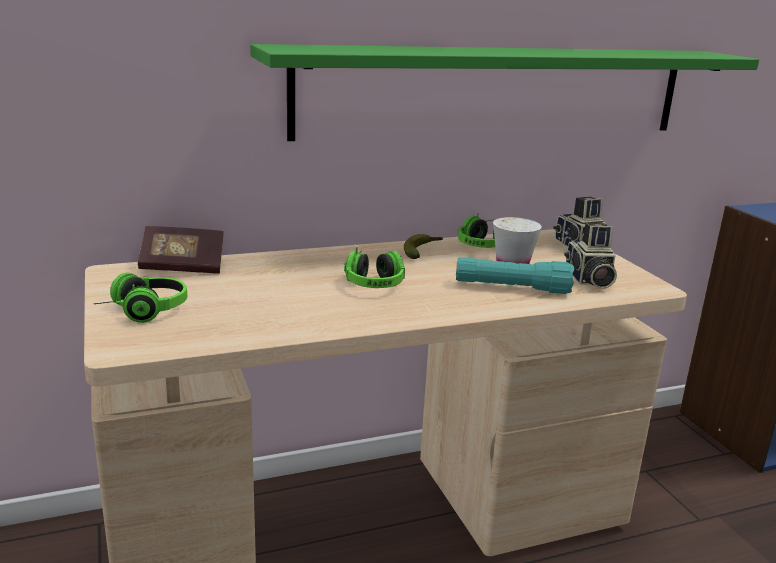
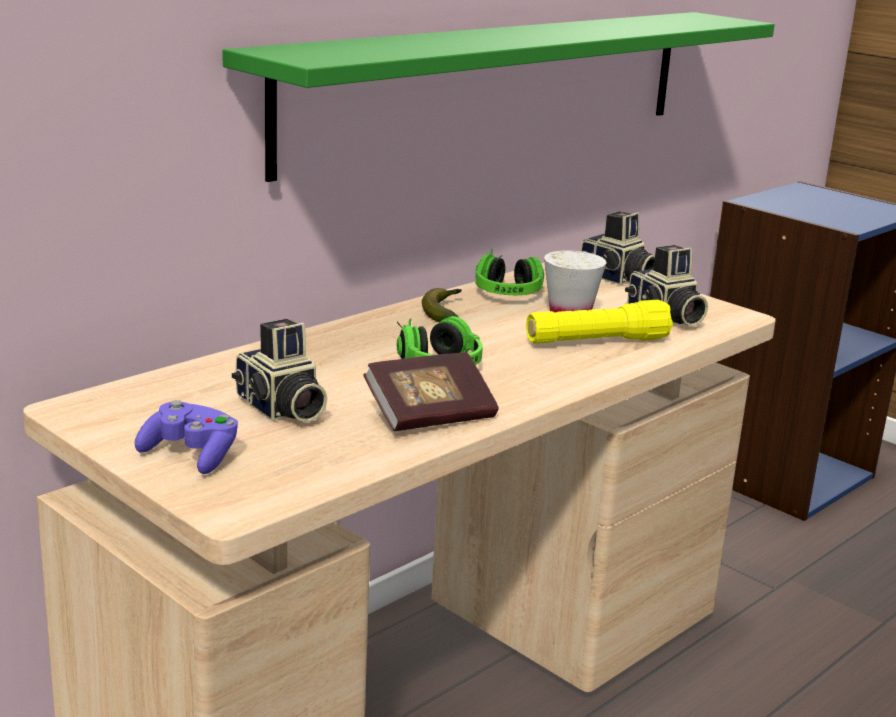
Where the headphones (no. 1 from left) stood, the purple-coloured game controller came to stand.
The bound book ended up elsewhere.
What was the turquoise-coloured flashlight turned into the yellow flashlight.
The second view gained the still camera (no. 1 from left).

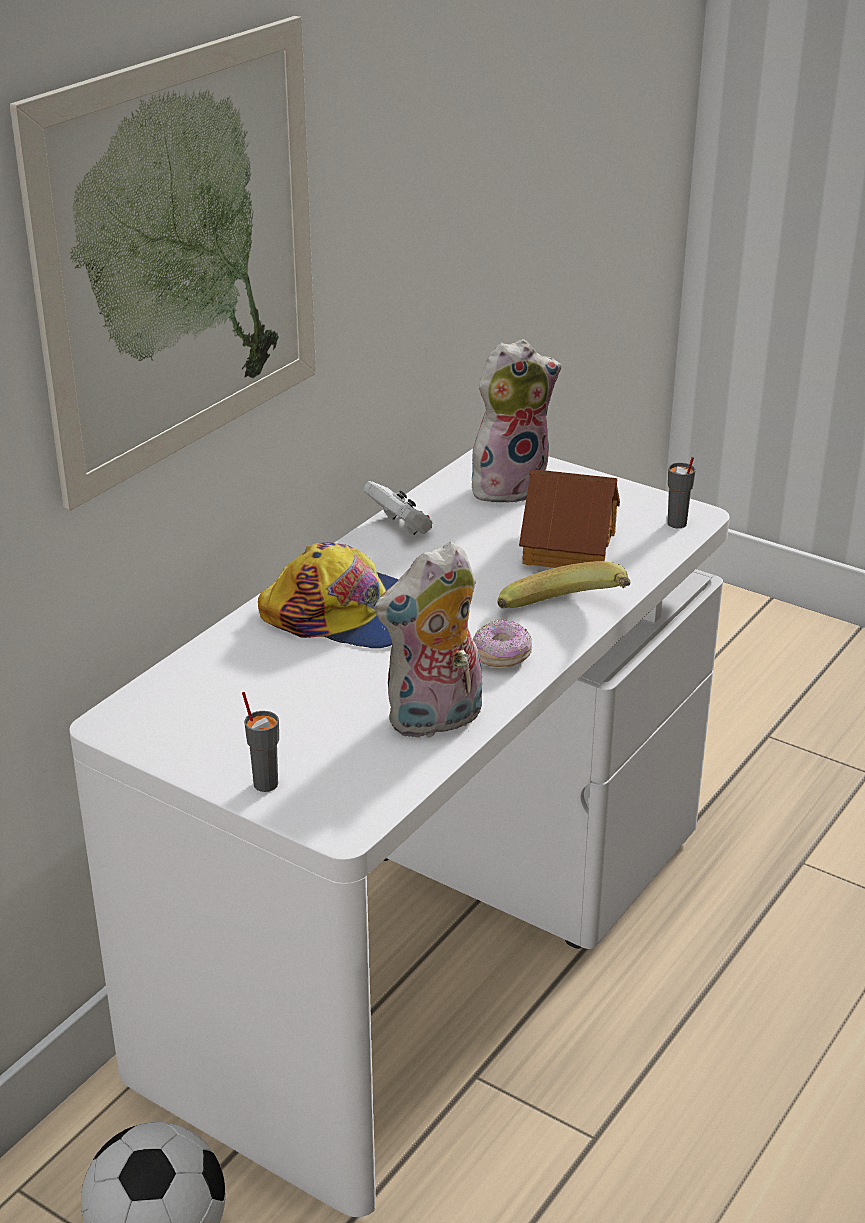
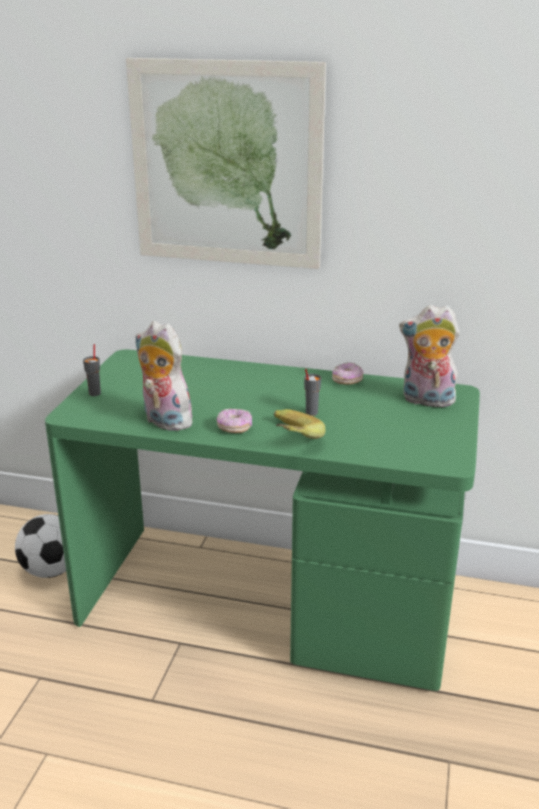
What was the white desk turned into the green-coloured desk.
The second view lost the baseball cap.
Where the white game controller stood, the ring doughnut (no. 2 from left) came to stand.
The cuddly toy (no. 2 from left) ended up facing another way, 150 degrees clockwise from before.
The second view lost the toy house.
The grey small cup (no. 2 from left) ended up elsewhere.

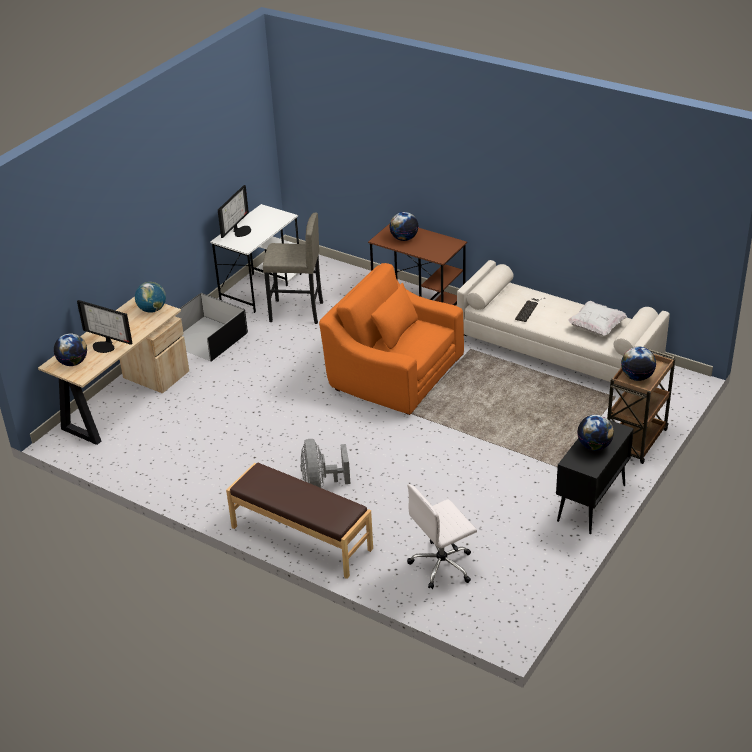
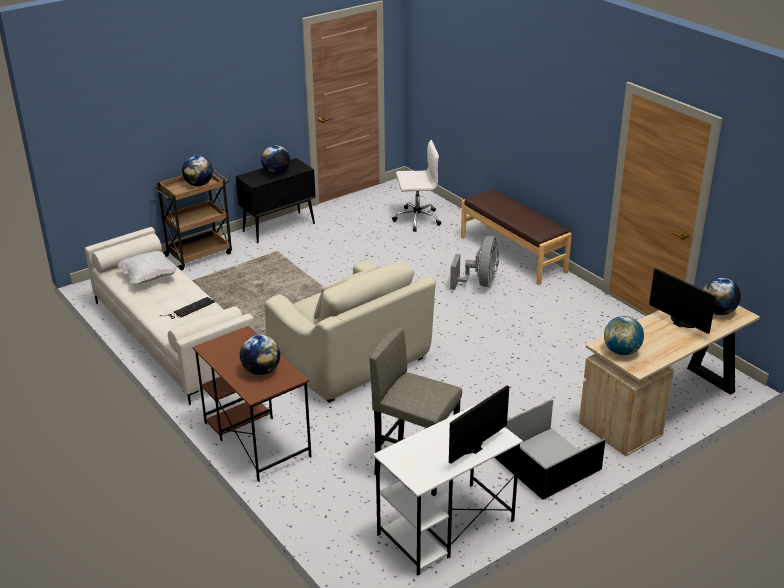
What was the orangey armchair turned into the beige armchair.

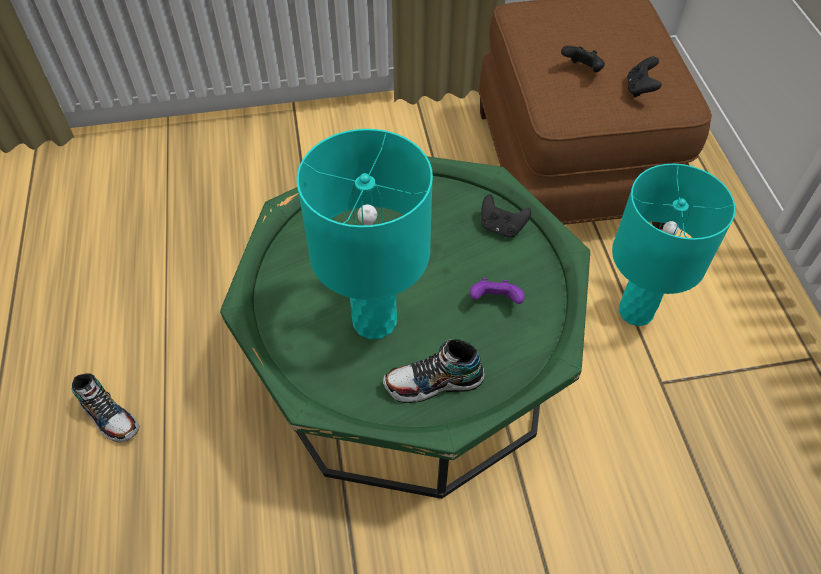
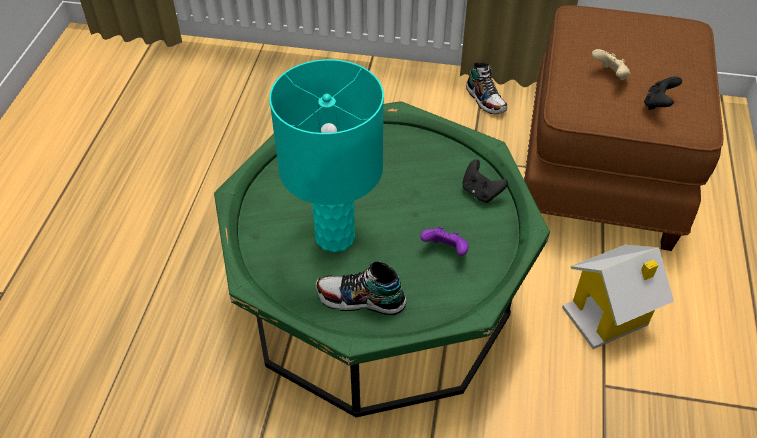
The low shoe (no. 1 from left in the first image) ended up elsewhere.
What was the black game controller (no. 2 from left) turned into the beige game controller.
Where the turquoise-coloured tabletop lamp (no. 2 from left) stood, the toy house came to stand.

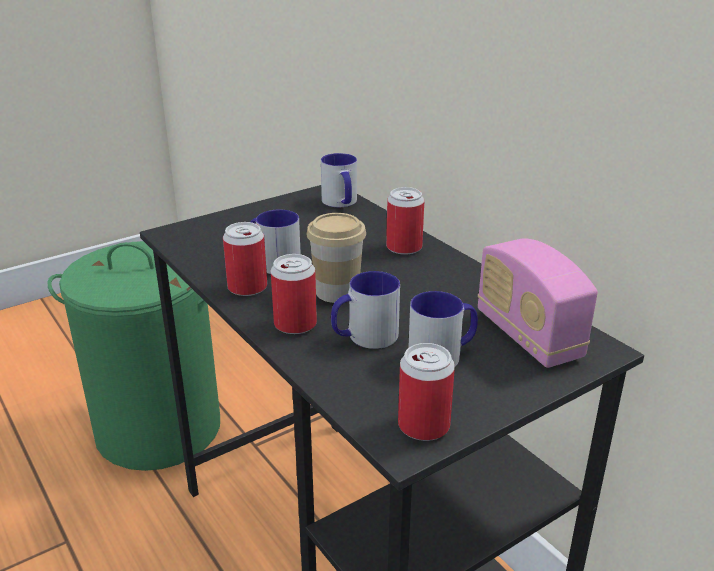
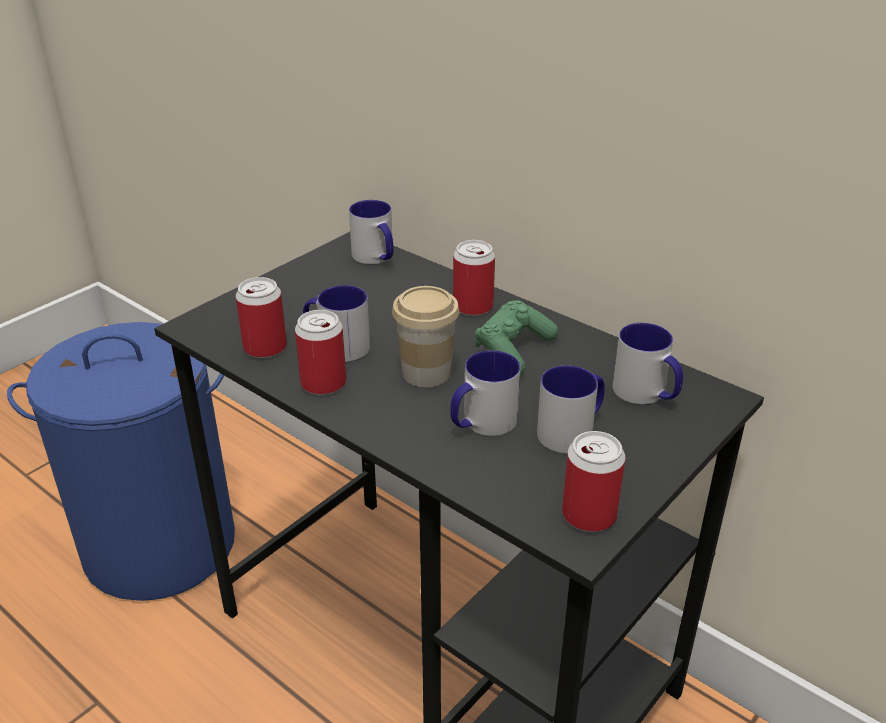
What was the green-coloured washing basket turned into the blue-coloured washing basket.
The can (no. 2 from left in the first image) ended up elsewhere.
Where the radio set stood, the mug (no. 5 from left) came to stand.
The second view gained the green-coloured game controller.

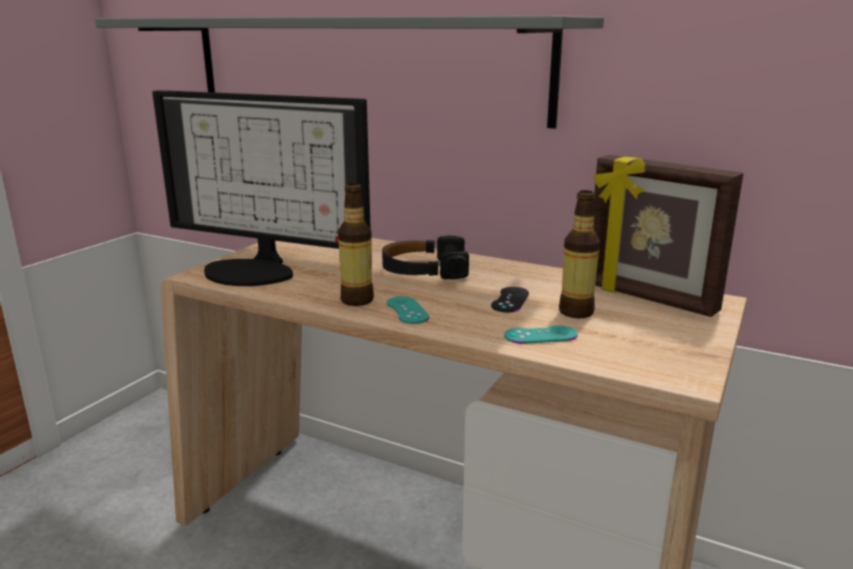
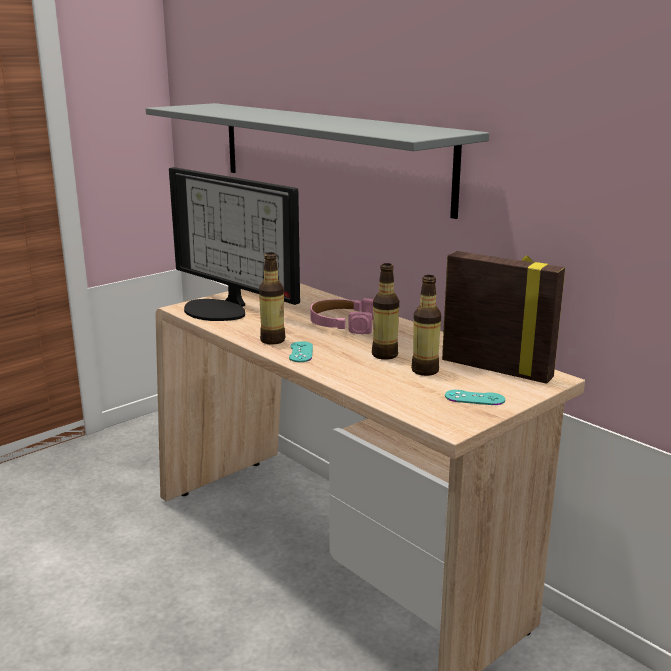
What was the black headphones turned into the pinkish headphones.
Where the black game controller stood, the drink bottle (no. 2 from left) came to stand.
The turquoise-coloured game controller (no. 2 from left) ended up elsewhere.
The photo frame ended up facing another way, 150 degrees clockwise from before.

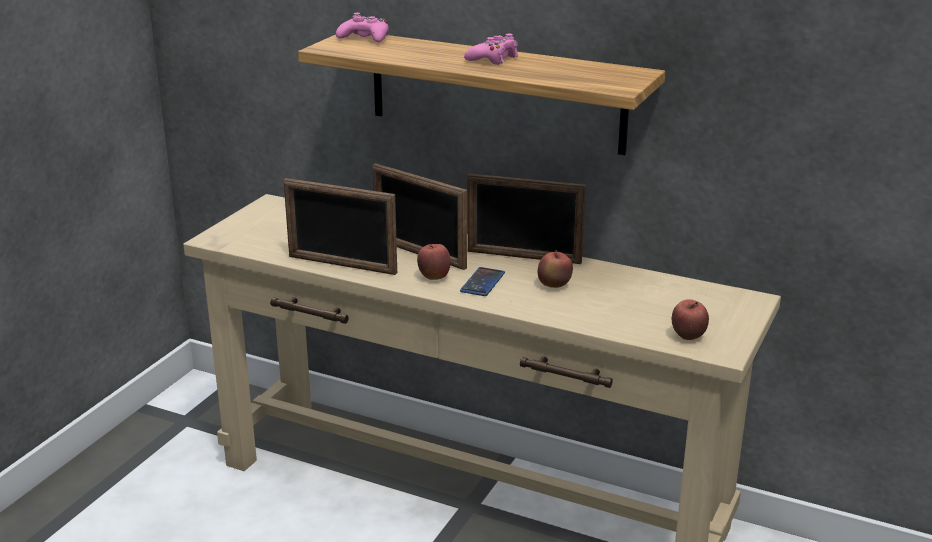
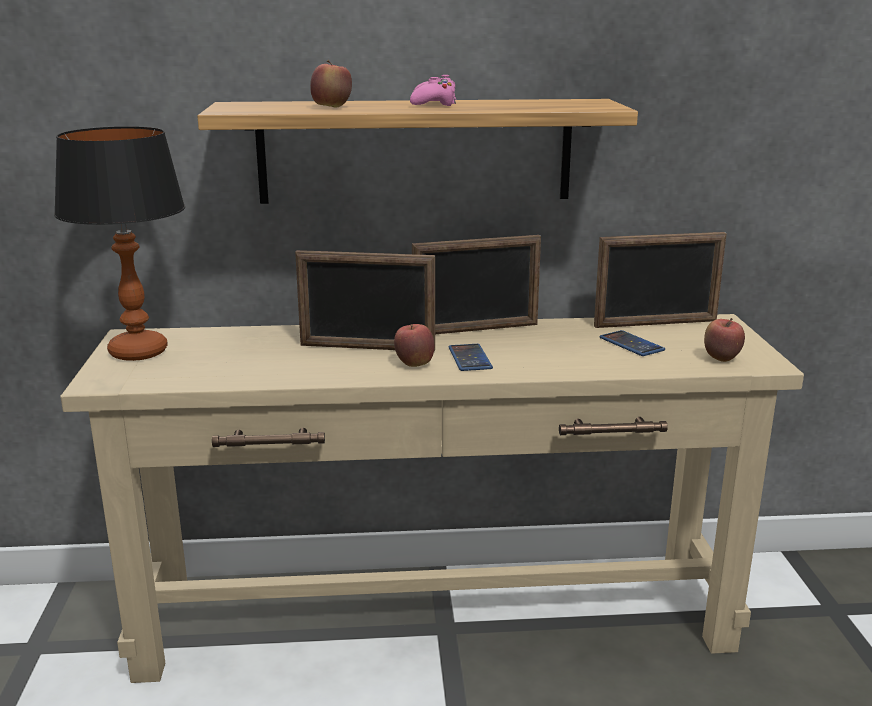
The photo frame (no. 1 from left in the first image) ended up elsewhere.
The second view lost the pinkish game controller (no. 1 from left).
The apple fruit (no. 2 from left in the first image) ended up elsewhere.
The second view gained the tabletop lamp.
The second view gained the telephone (no. 2 from left).

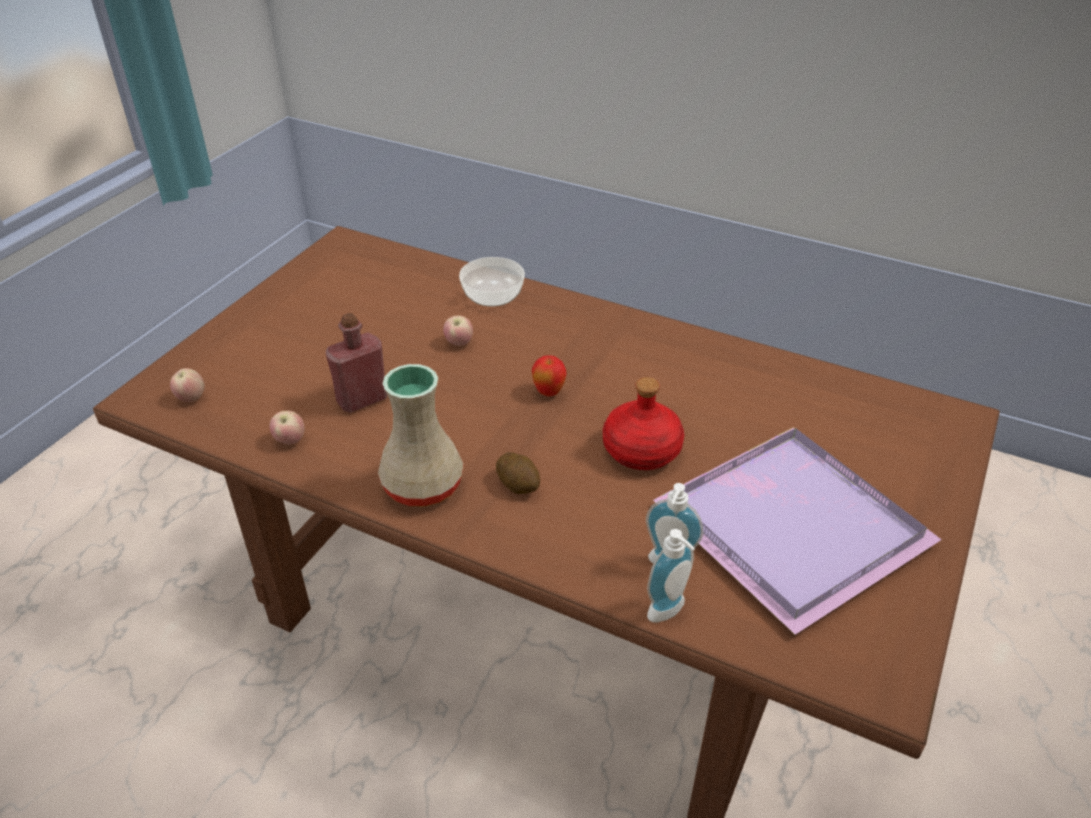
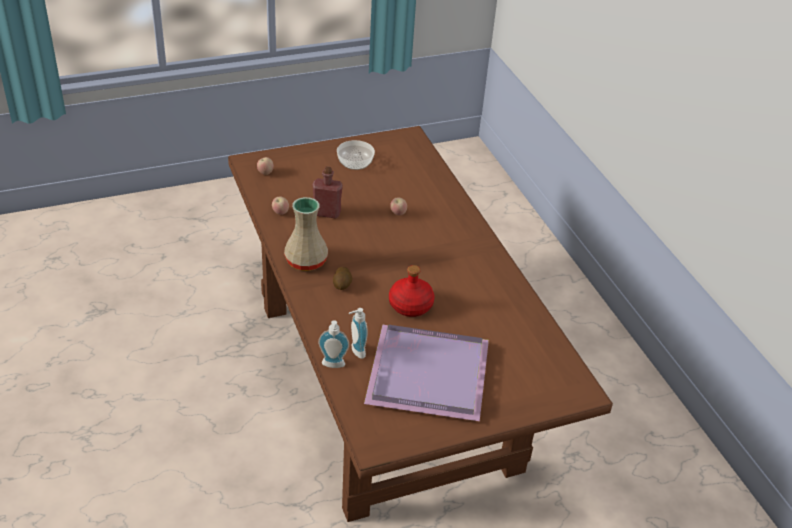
The deep dish ended up elsewhere.
The second view lost the apple fruit (no. 4 from left).

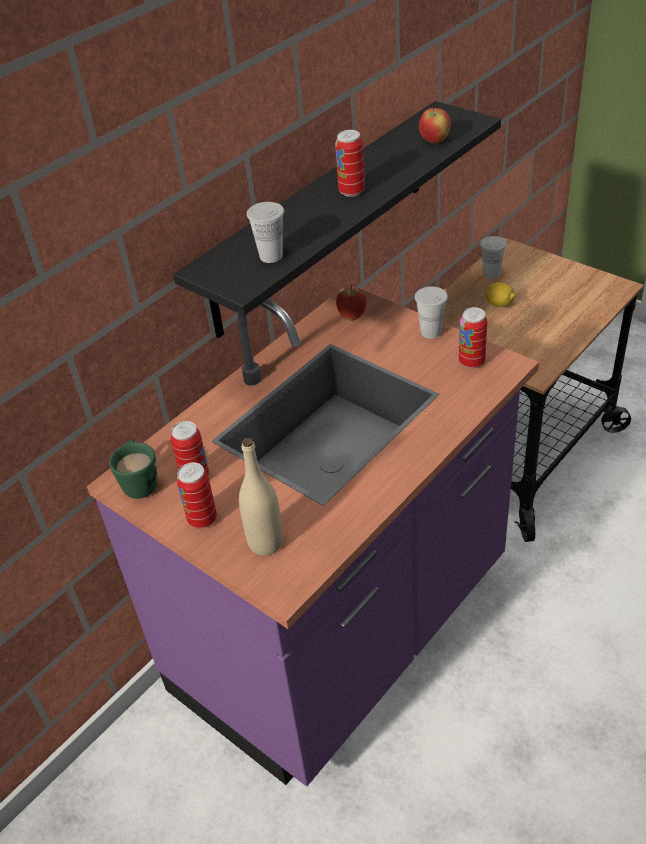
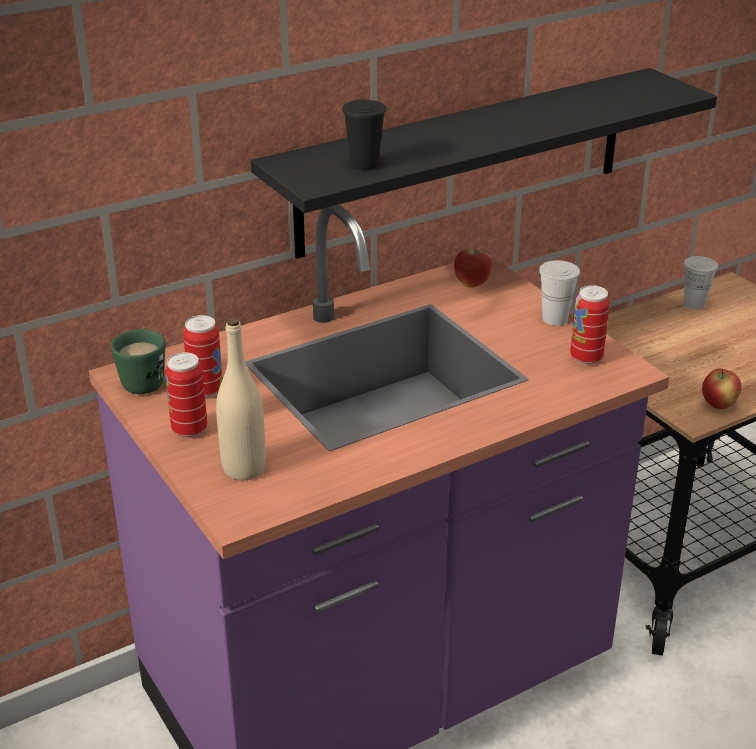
What was the white small cup (no. 1 from left) turned into the black small cup.
The second view lost the can (no. 3 from left).
The apple fruit (no. 2 from left) ended up elsewhere.
The second view lost the lemon.

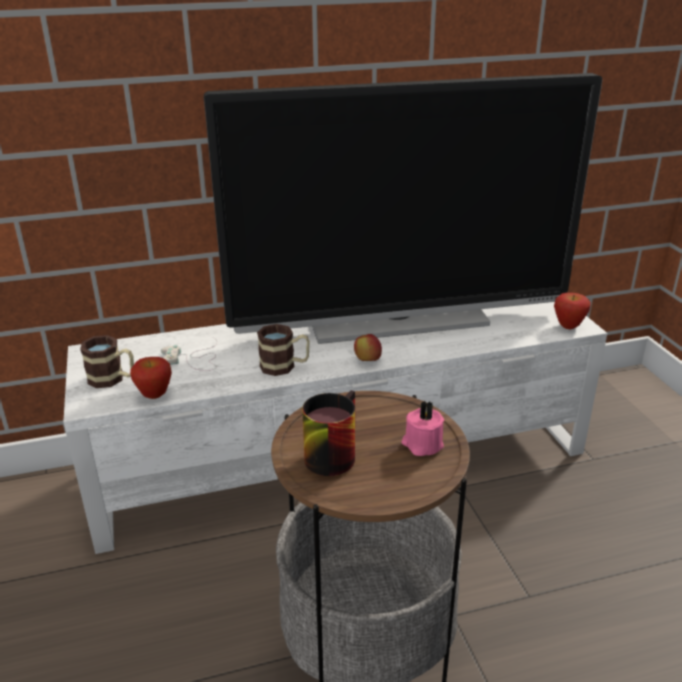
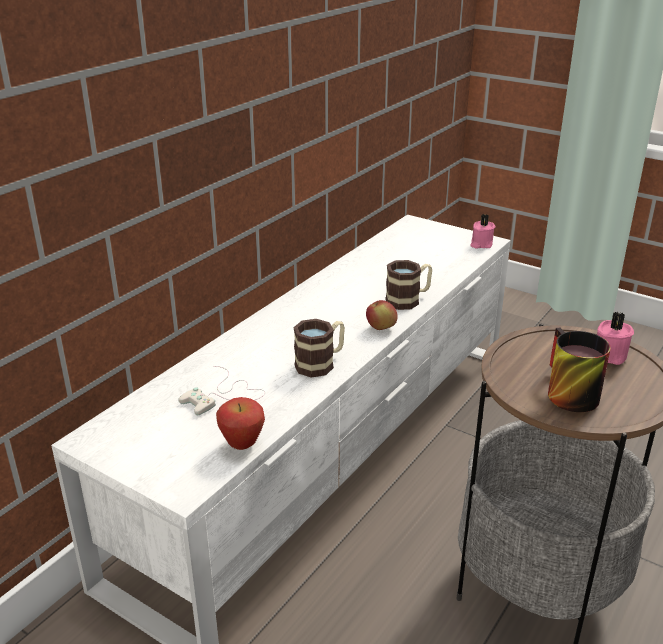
The mug (no. 1 from left in the first image) ended up elsewhere.
The second view lost the TV set.
Where the apple fruit (no. 3 from left) stood, the pinkish candle (no. 1 from left) came to stand.

